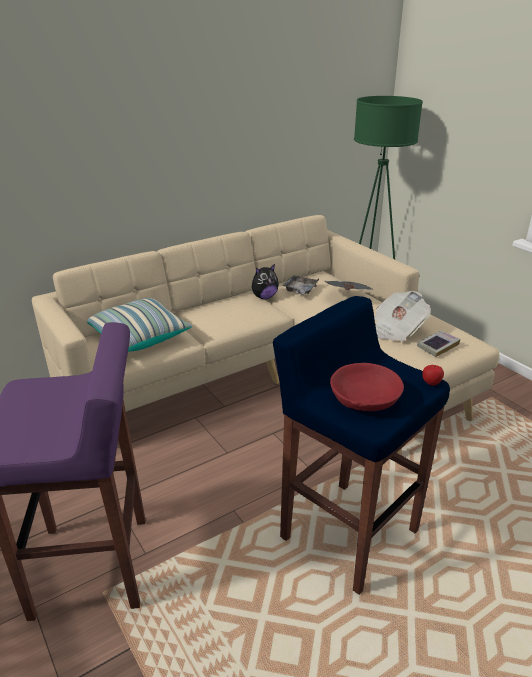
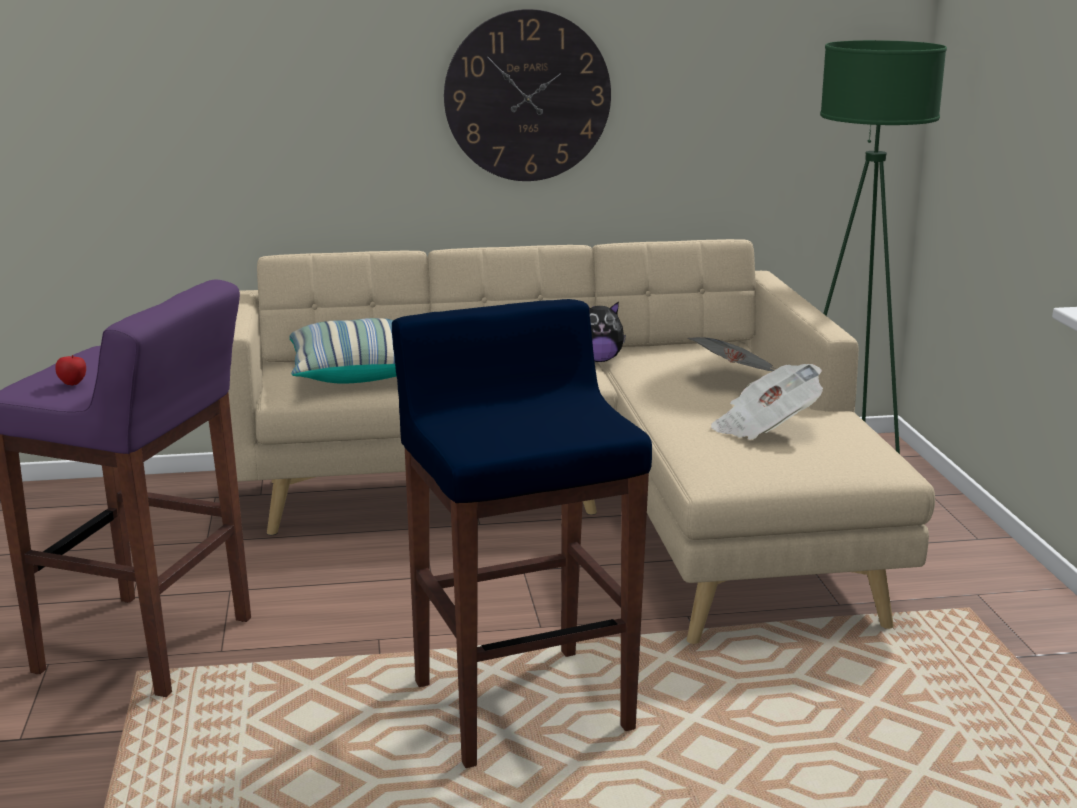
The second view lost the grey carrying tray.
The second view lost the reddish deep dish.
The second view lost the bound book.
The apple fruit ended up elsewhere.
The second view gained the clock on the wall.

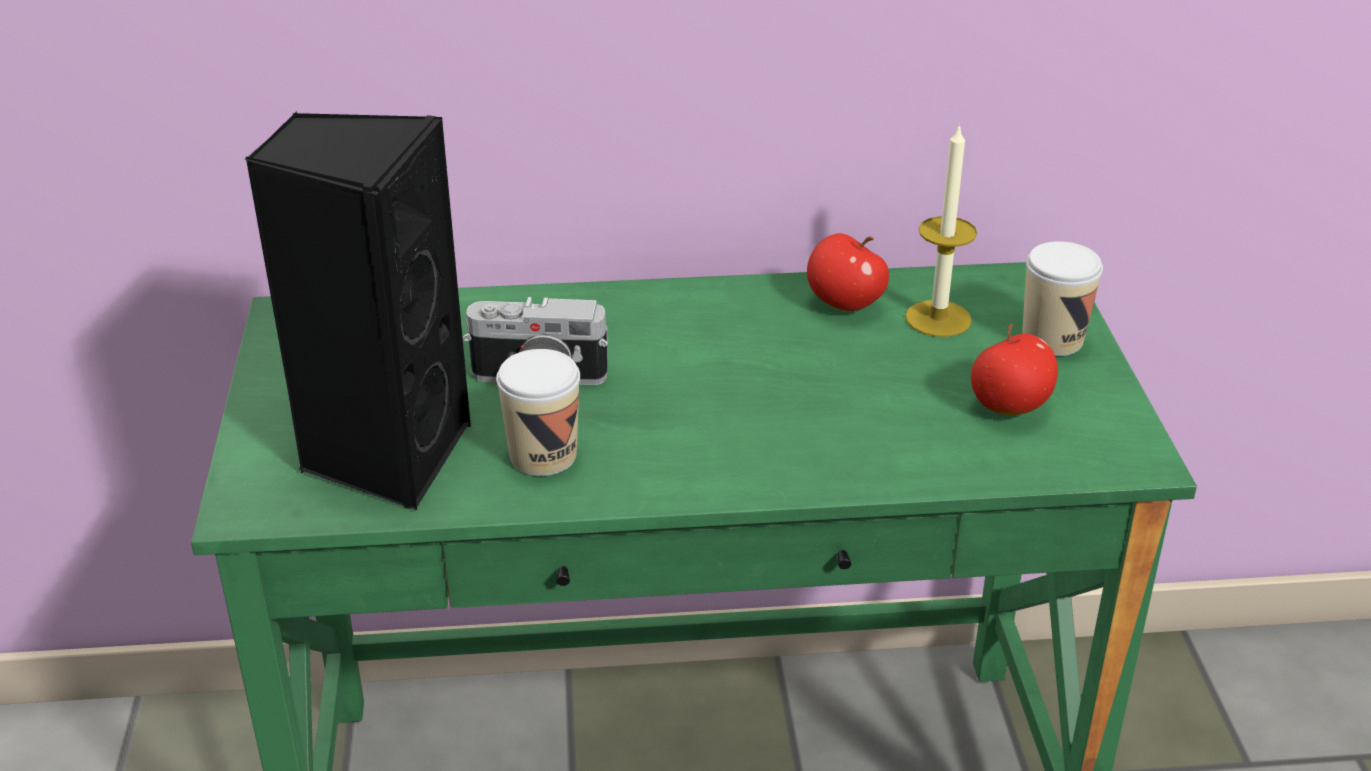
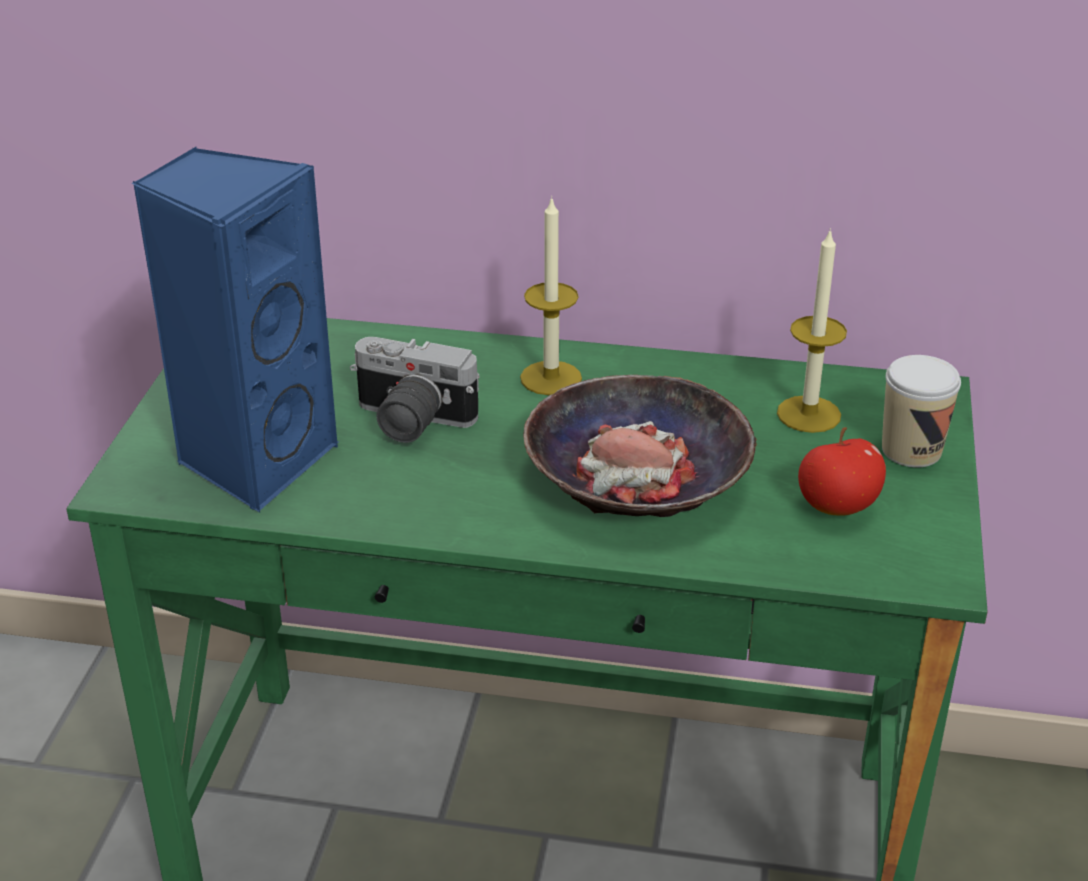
What was the black speaker turned into the blue-coloured speaker.
The second view lost the small cup (no. 1 from left).
The second view lost the apple fruit (no. 1 from left).
The second view gained the candle (no. 1 from left).
The second view gained the deep dish.

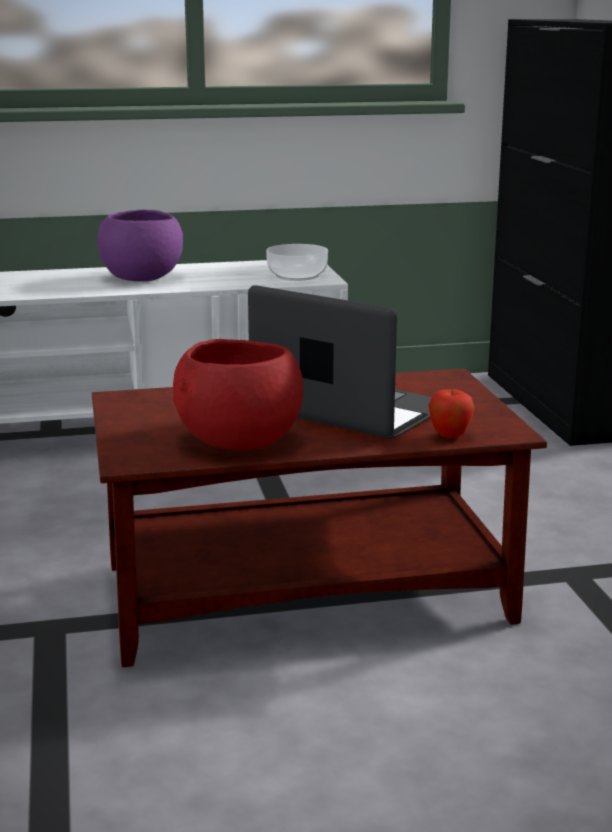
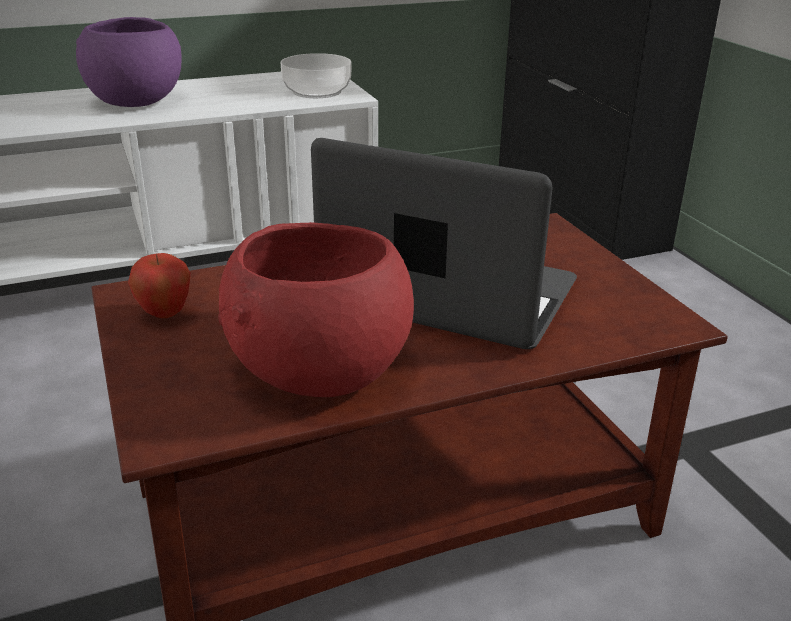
The apple fruit ended up elsewhere.

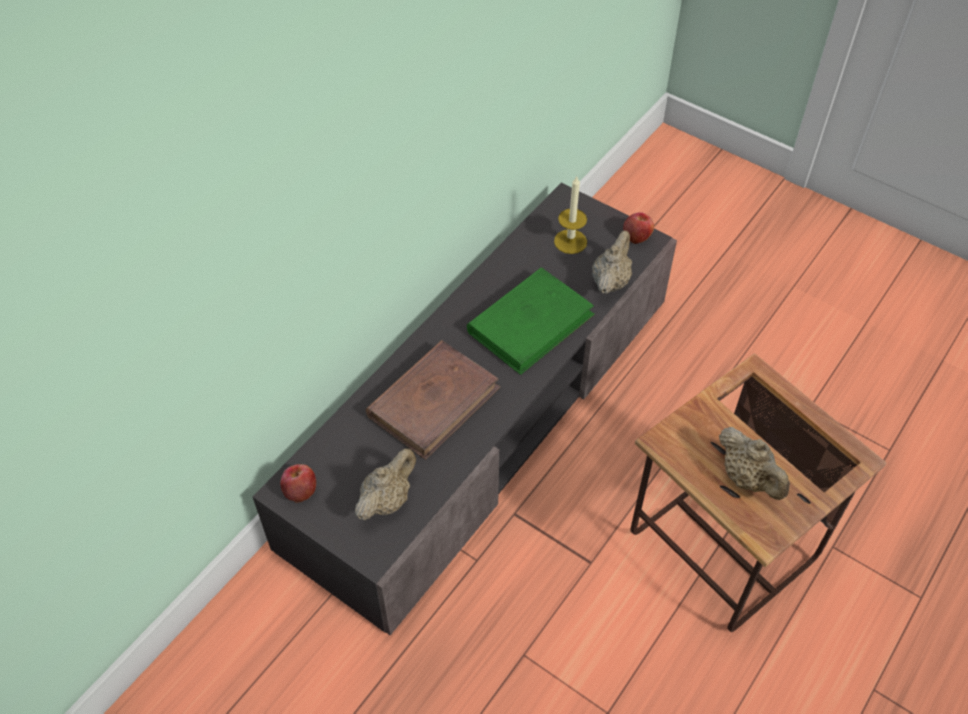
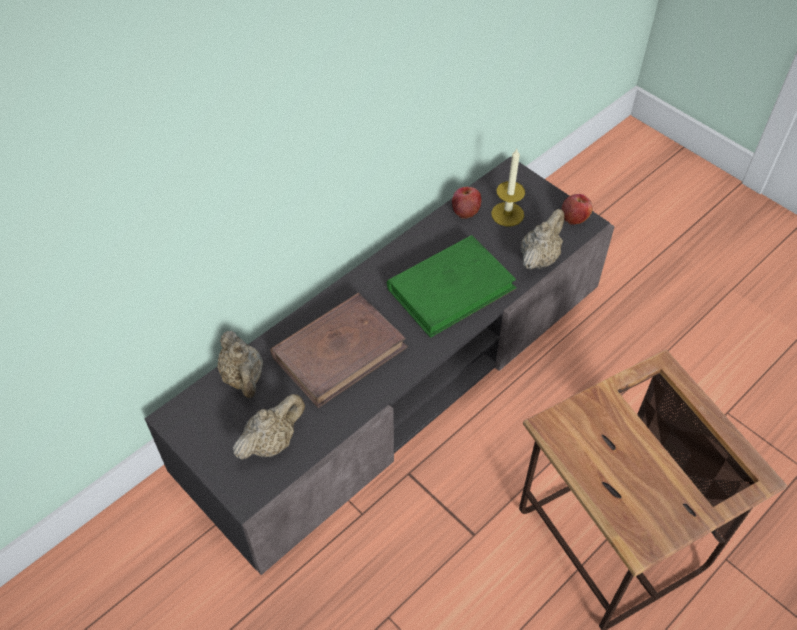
The apple fruit (no. 1 from left) ended up elsewhere.
The beige tea pot (no. 3 from left in the first image) ended up elsewhere.

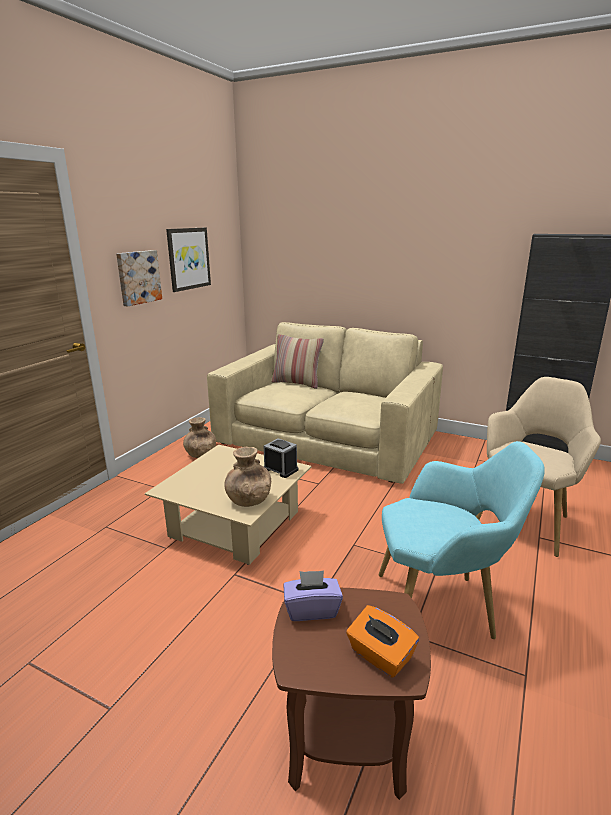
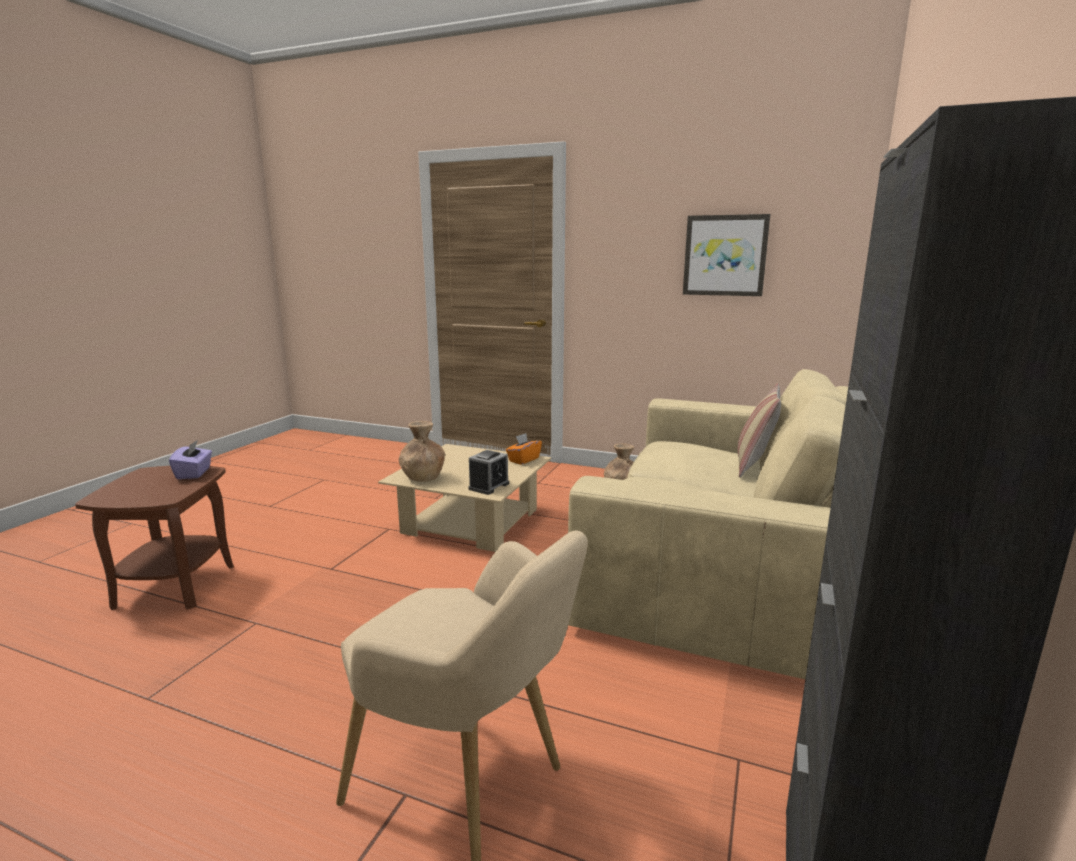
The second view lost the picture (no. 1 from left).
The orangey tissue holder ended up elsewhere.
The second view lost the turquoise-coloured armchair.

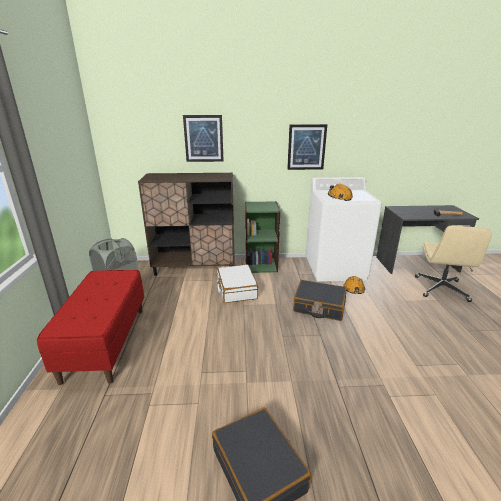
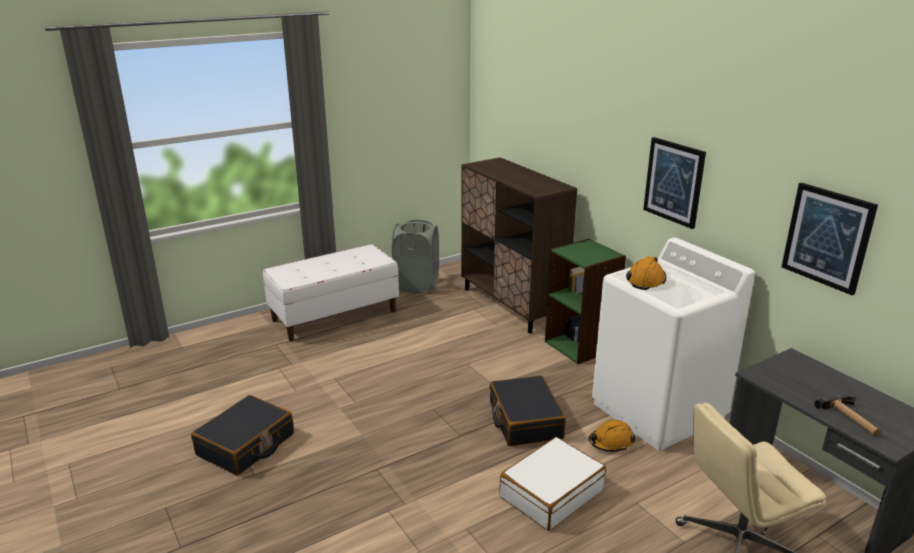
What was the reddish indoor bench turned into the white indoor bench.
The picture (no. 1 from left in the first image) ended up elsewhere.
The white piece of luggage ended up elsewhere.

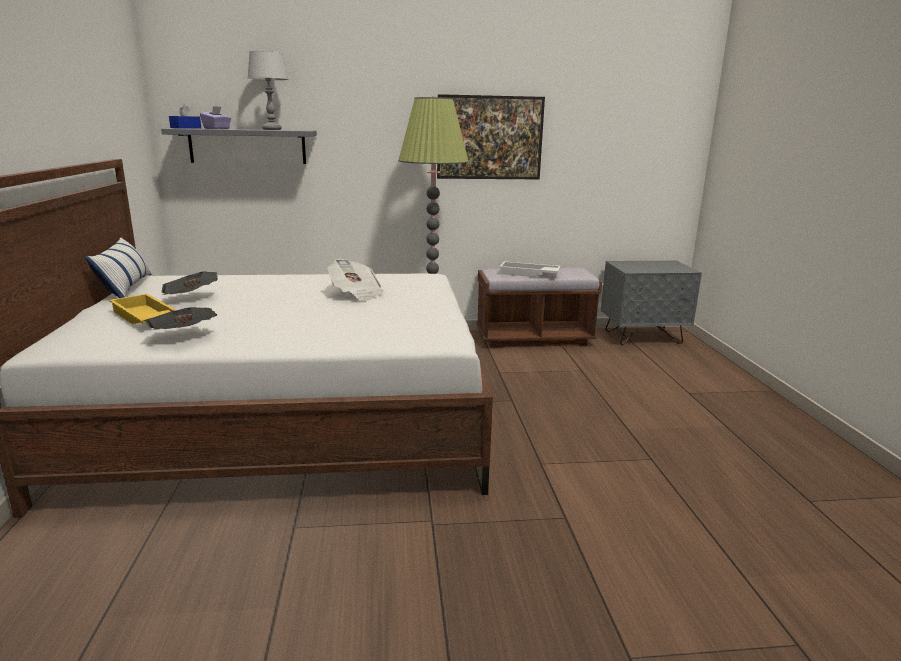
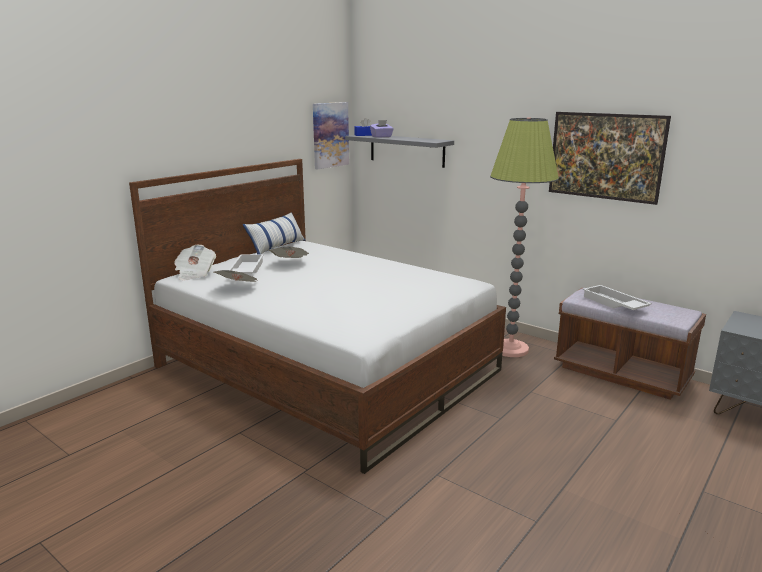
What was the yellow carrying tray turned into the white carrying tray (no. 1 from left).
The second view lost the grey tabletop lamp.
The daily paper (no. 3 from left in the first image) ended up elsewhere.
The second view gained the picture (no. 1 from left).

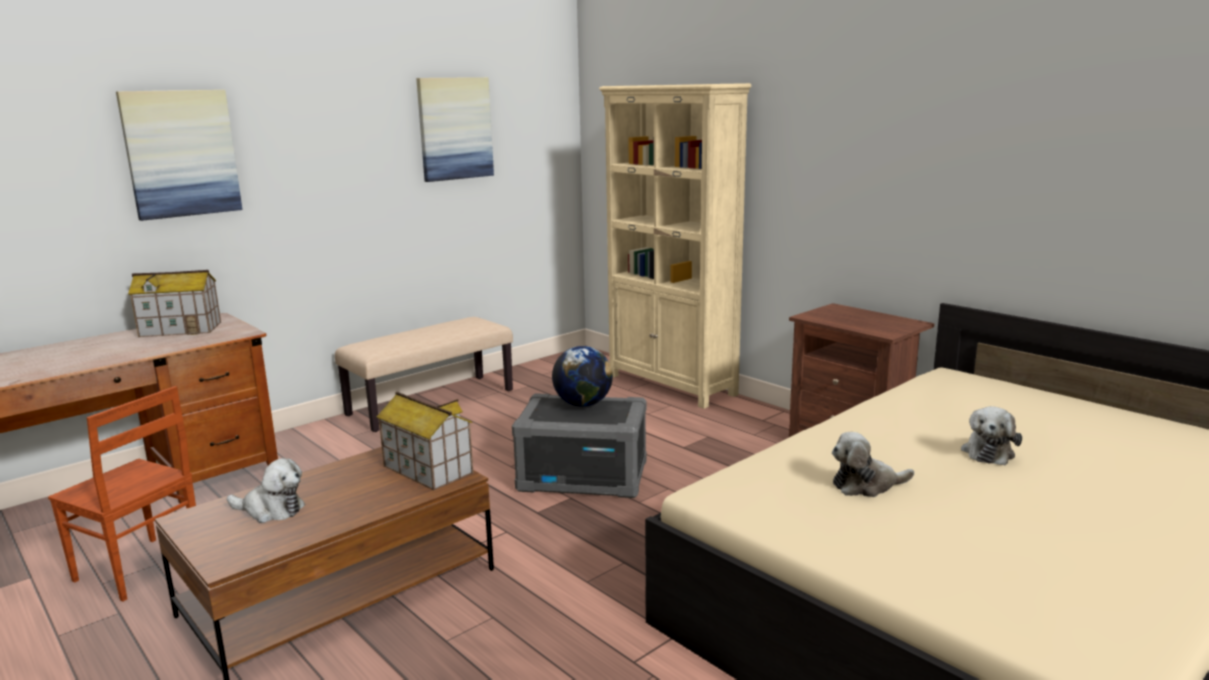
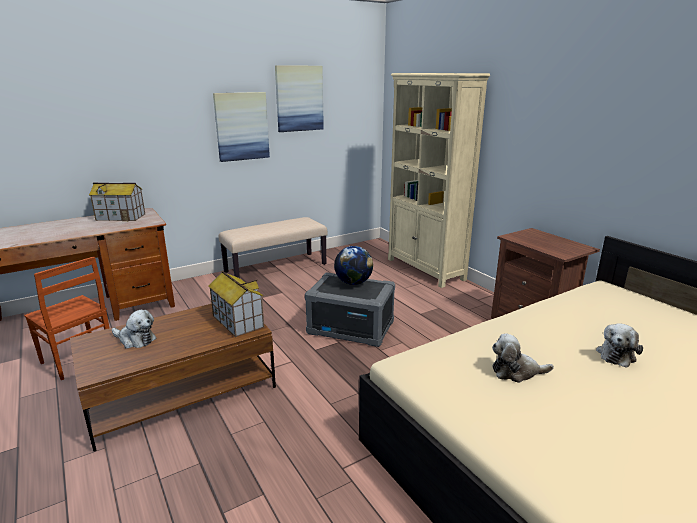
The picture (no. 1 from left) ended up elsewhere.

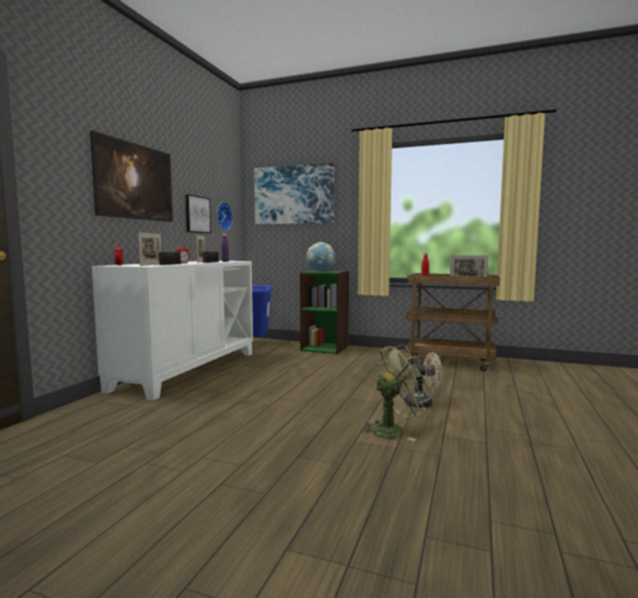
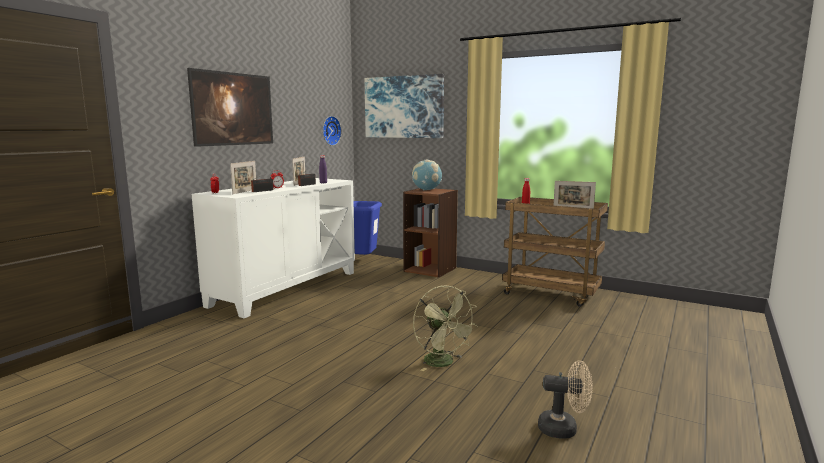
The second view lost the picture (no. 2 from left).
What was the green-coloured shelving unit turned into the brown shelving unit.
The green-coloured electric fan ended up facing another way, 75 degrees clockwise from before.
The beige electric fan ended up elsewhere.

